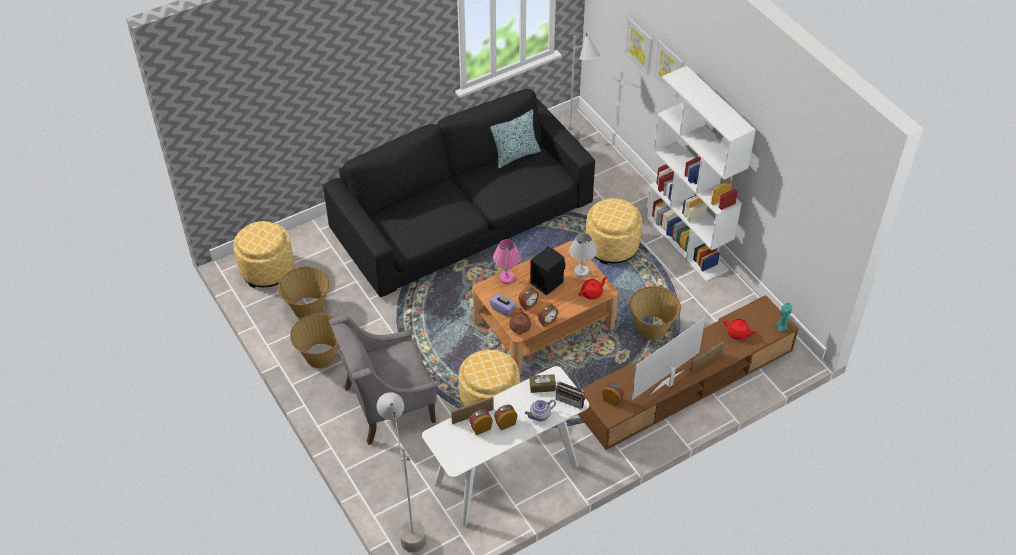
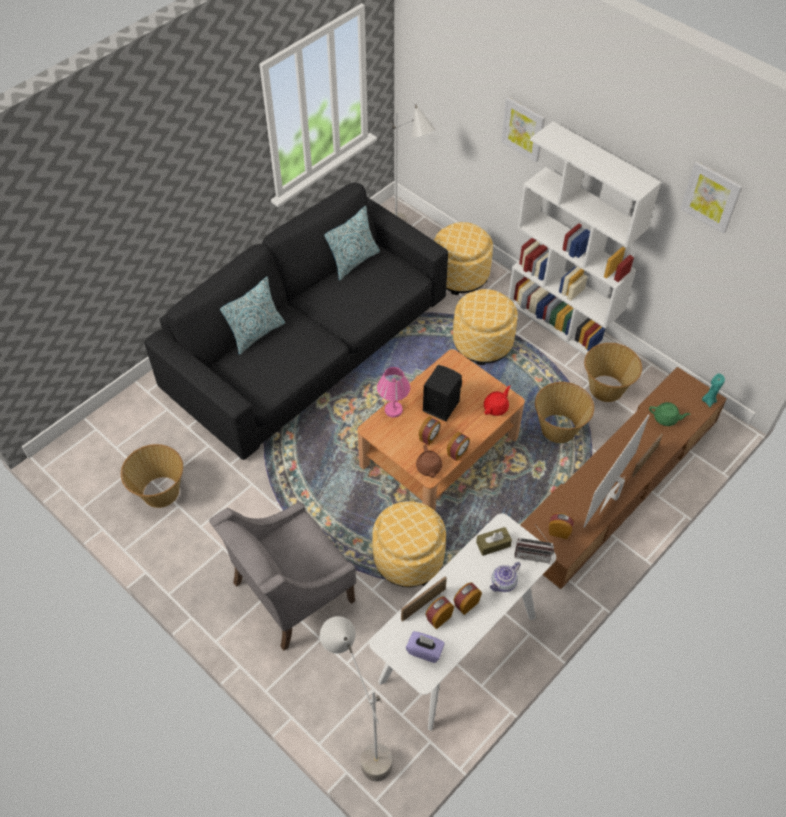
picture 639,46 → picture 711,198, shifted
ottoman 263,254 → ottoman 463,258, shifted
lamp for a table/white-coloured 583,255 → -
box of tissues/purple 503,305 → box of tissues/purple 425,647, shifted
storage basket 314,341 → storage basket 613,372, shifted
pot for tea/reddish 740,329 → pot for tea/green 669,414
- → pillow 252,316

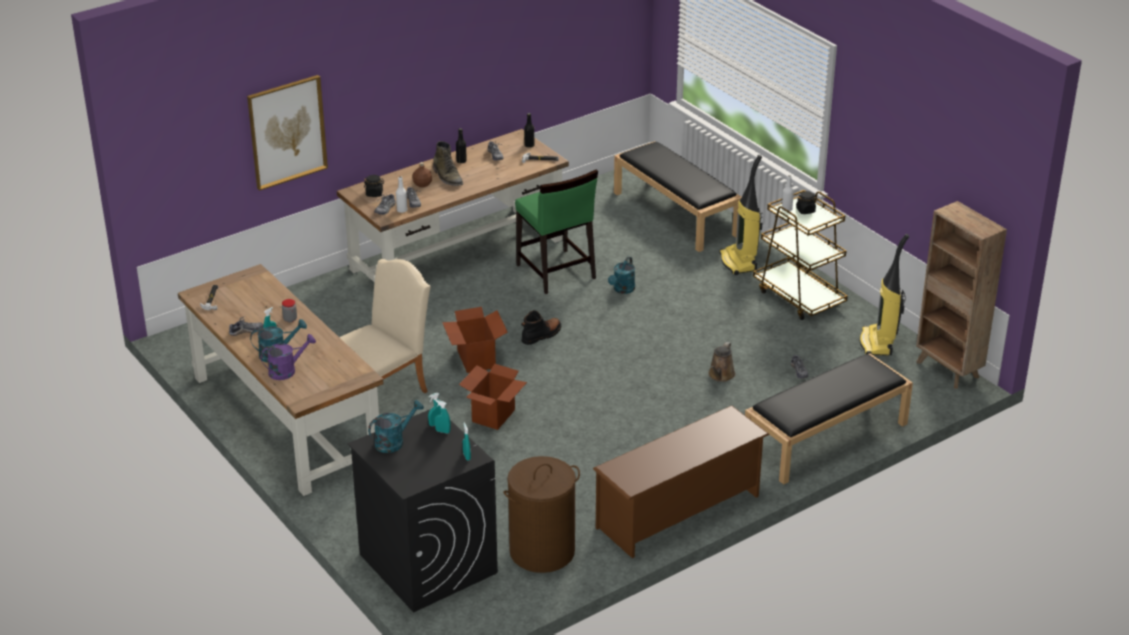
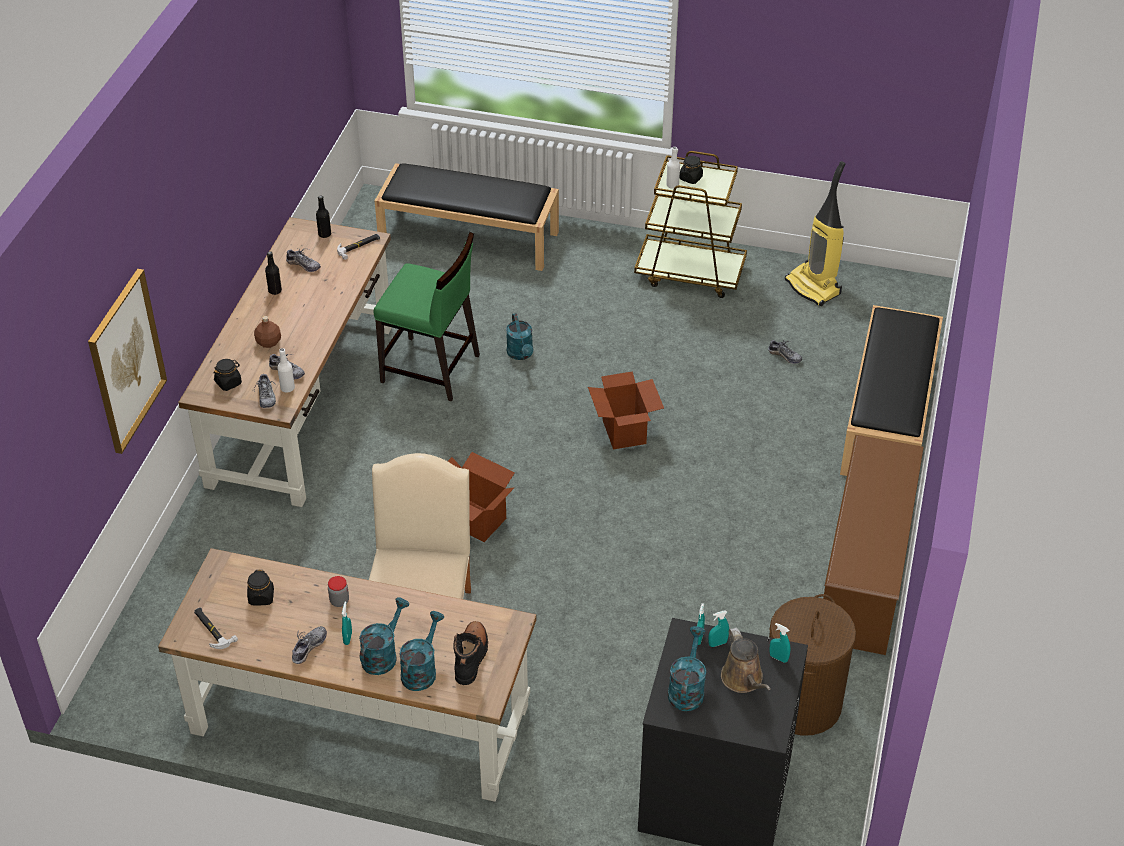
boot/green 448,163 → -
vacuum 741,215 → -
bookcase/brown-coloured 961,295 → -
boot/black 541,327 → boot/black 470,653, shifted
watering can/purple 288,357 → watering can/turquoise 421,651
watering can/brown-coloured 722,362 → watering can/brown-coloured 746,660, shifted
packing box 493,397 → packing box 626,410, shifted
- → preserve jar/black 260,588

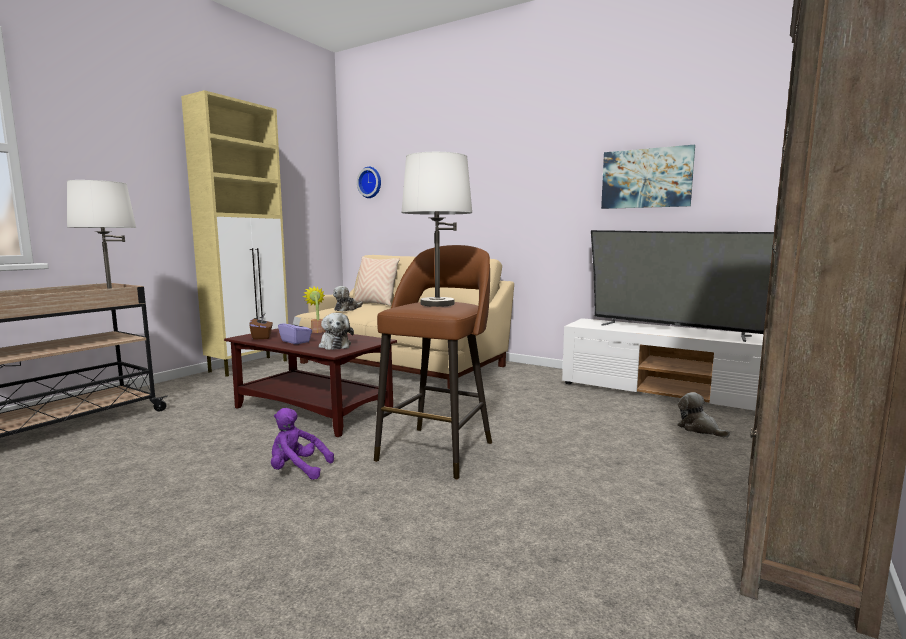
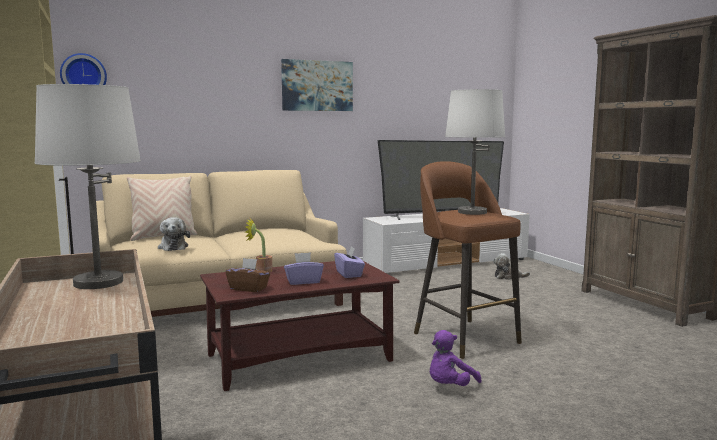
picture 648,177 → picture 317,85, shifted
plush toy 336,331 → box of tissues/purple 349,262

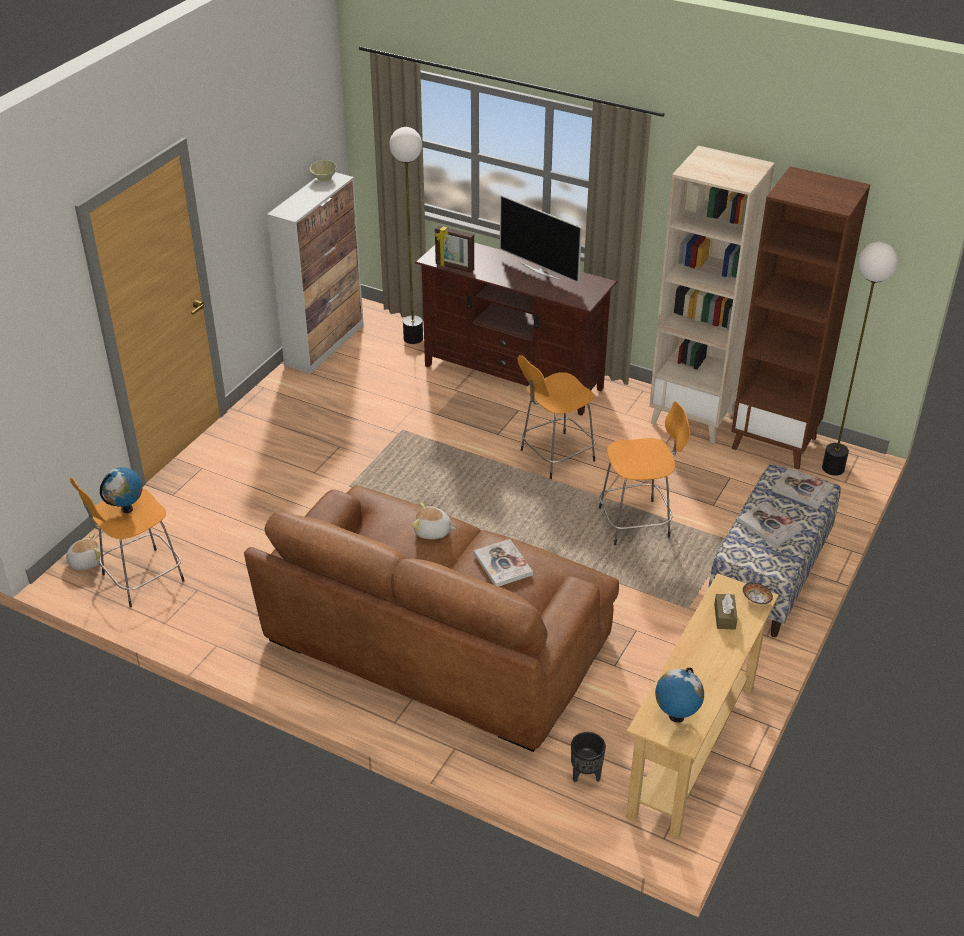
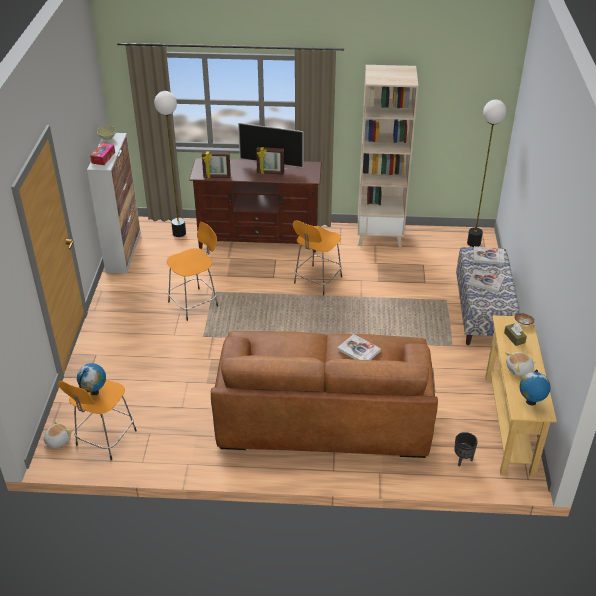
bookcase/brown-coloured 800,317 → -
sitting stool/orange-coloured 644,473 → sitting stool/orange-coloured 192,271, shifted
plush toy 434,521 → plush toy 520,364, shifted
- → box of tissues 102,154
- → picture frame 270,161

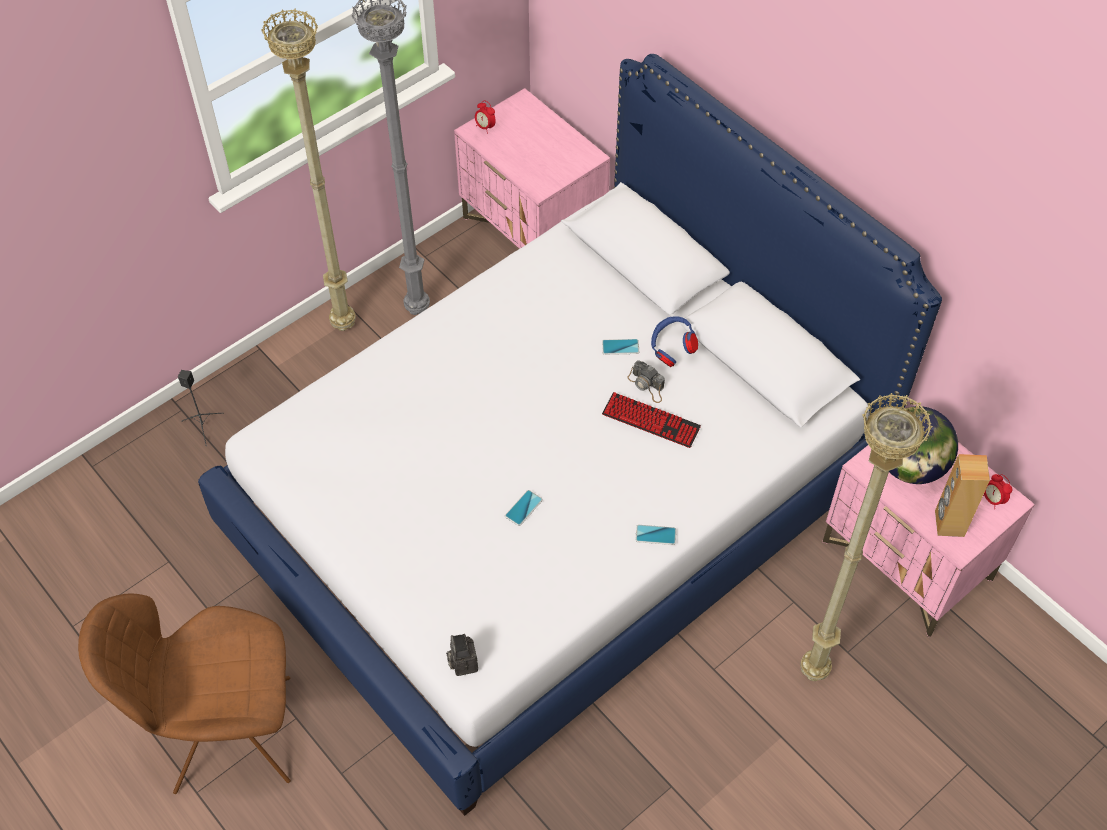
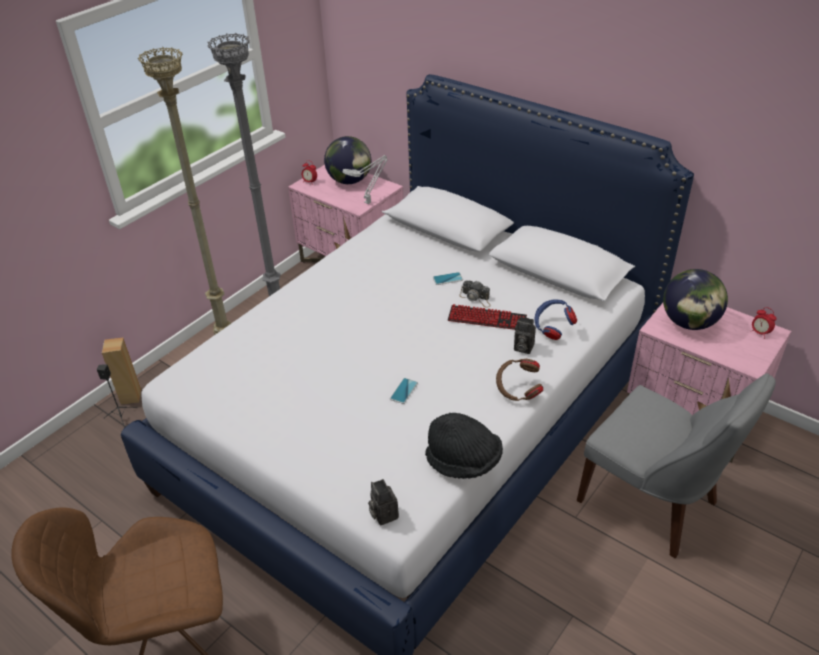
headphones/bluish 674,341 → headphones/bluish 555,319, shifted
floor lamp/beige 866,537 → plain chair/grey 676,465
speaker/brown-coloured 962,495 → speaker/brown-coloured 121,371, shifted
phone 655,535 → headphones/brown-coloured 519,380
- → desk globe 347,160
- → lamp for a table/grey 365,179
- → photo camera 525,335
- → clothing hat/black 464,445

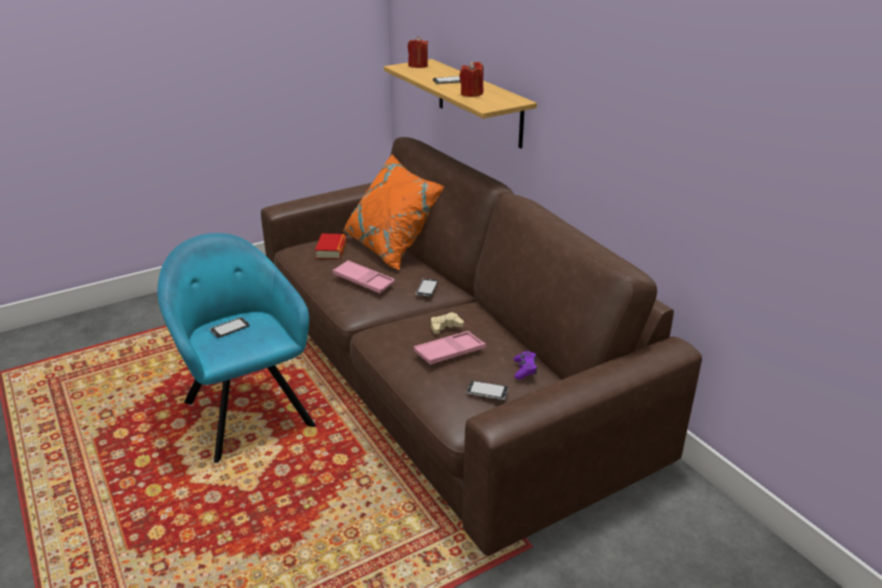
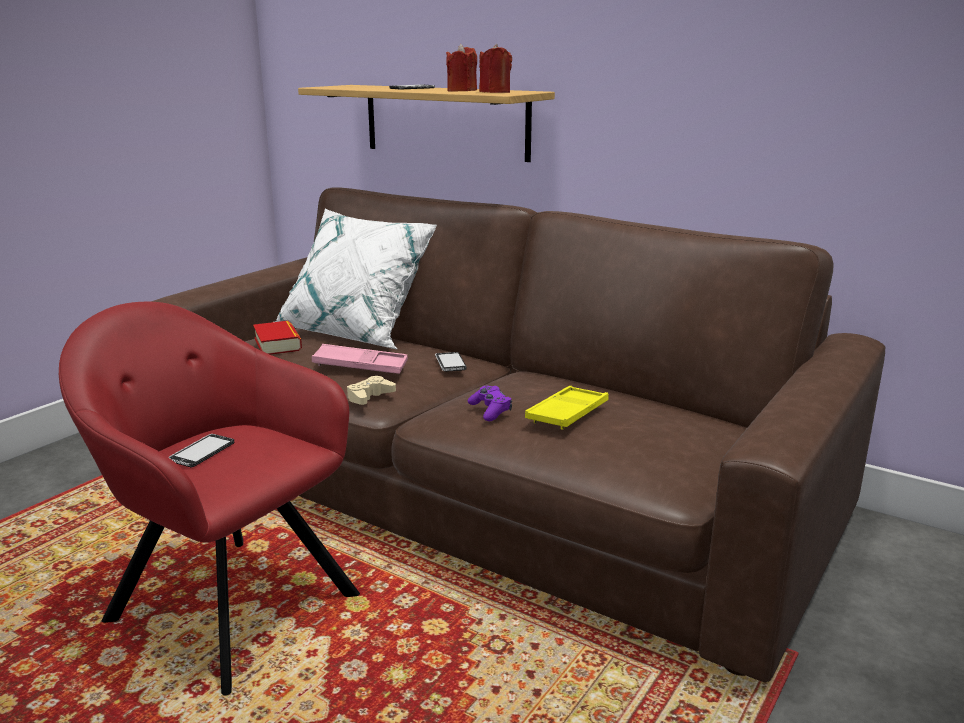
candle/reddish 418,52 → candle/reddish 495,68, shifted
pillow/orange-coloured 393,212 → pillow/white-coloured 356,279
armchair/turquoise 236,348 → armchair/reddish 209,499
joypad/beige 447,323 → joypad/beige 371,390, shifted
tray/pink-coloured 450,348 → tray/yellow-coloured 567,408
joypad/purple 525,365 → joypad/purple 490,403, shifted
phone 487,390 → -

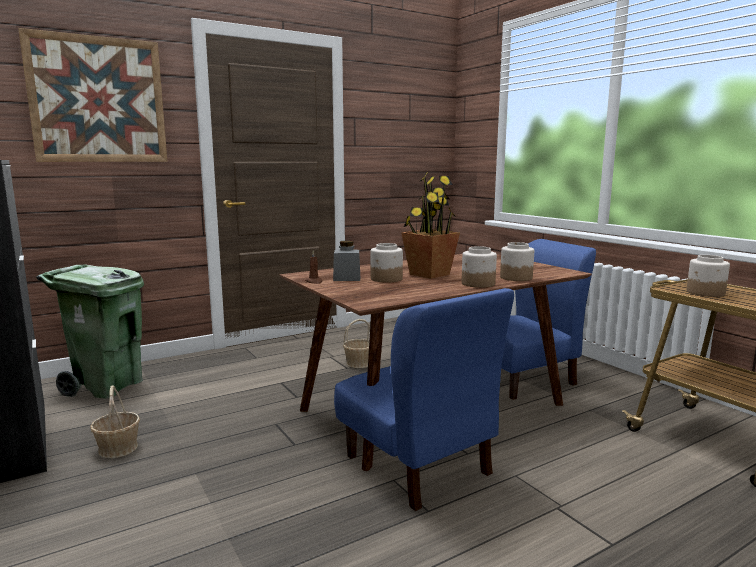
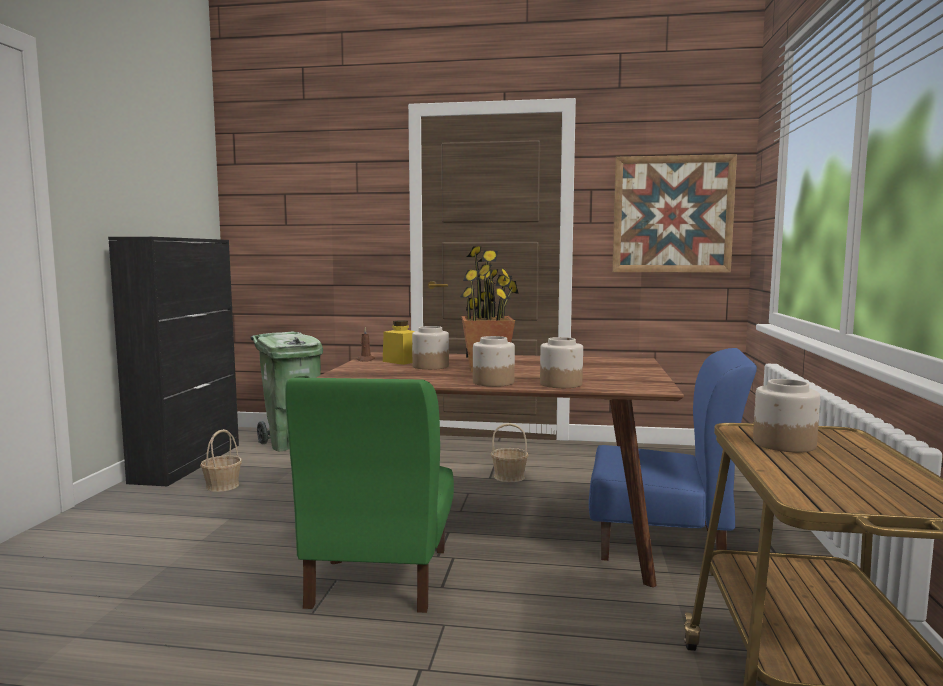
picture 93,95 → picture 674,213, shifted
preserve jar/grey 346,260 → preserve jar/yellow-coloured 399,342
plain chair/bluish 424,399 → plain chair/green 369,495

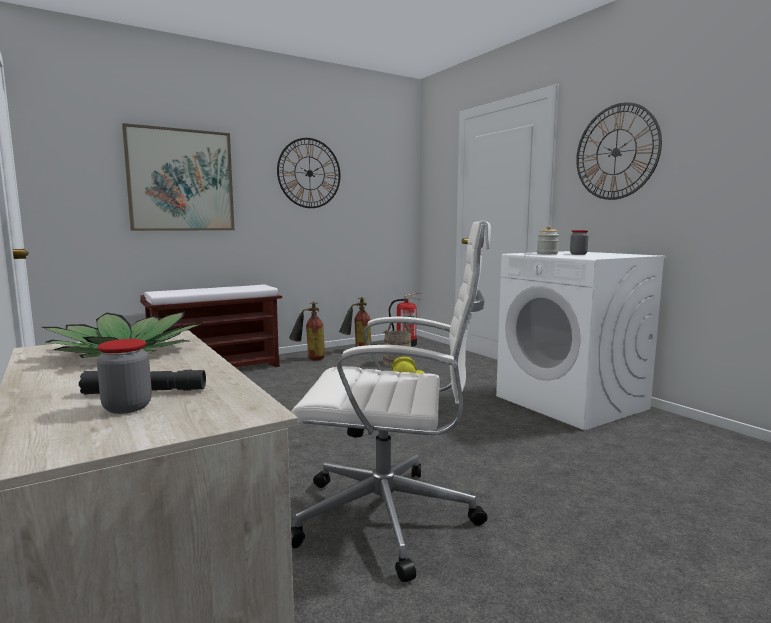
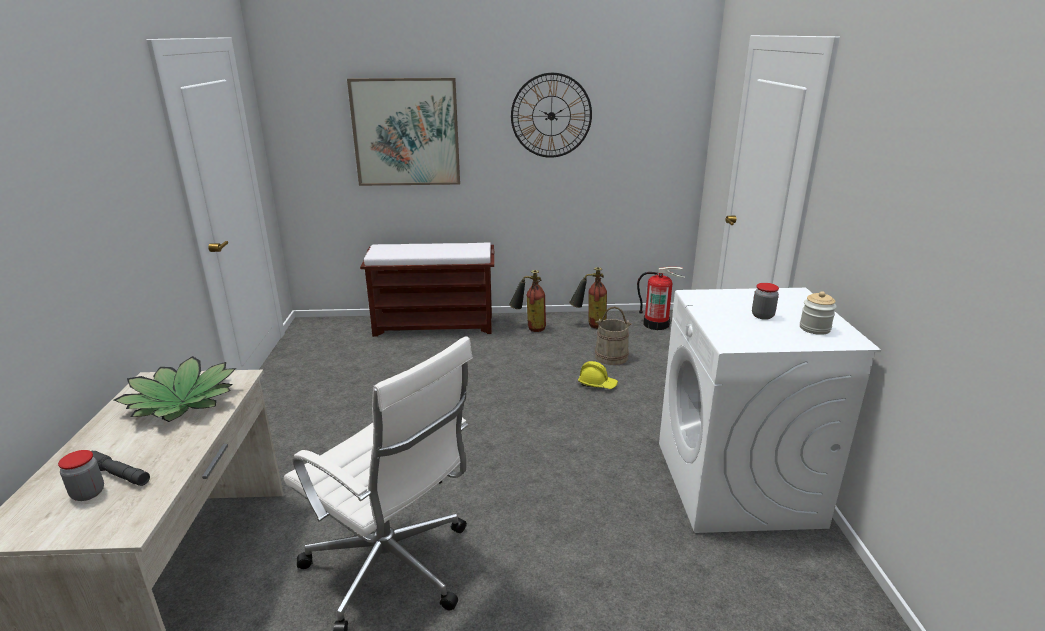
clock on the wall 619,151 → -
preserve jar 548,240 → preserve jar 818,313, shifted

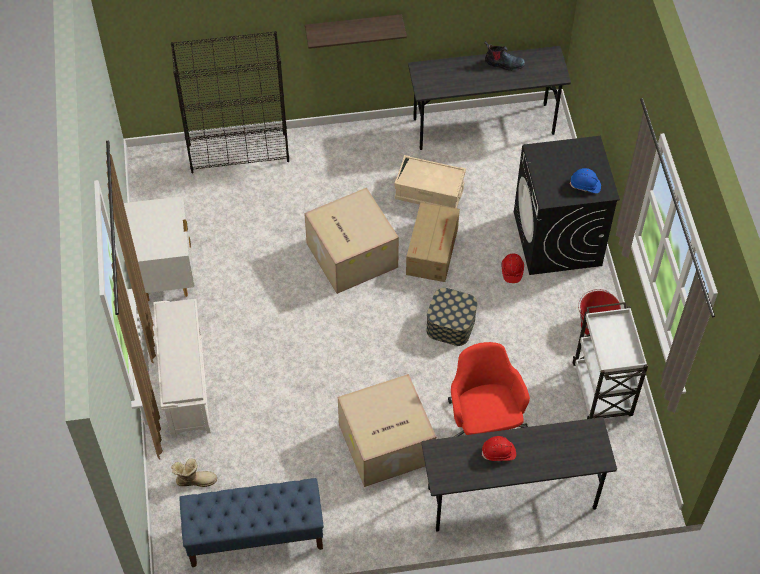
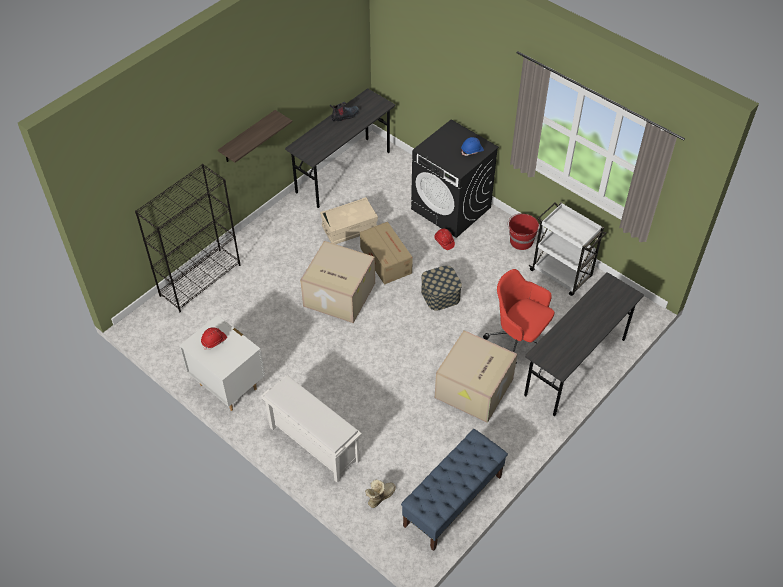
hard hat/reddish 499,448 → hard hat/reddish 214,338, shifted

